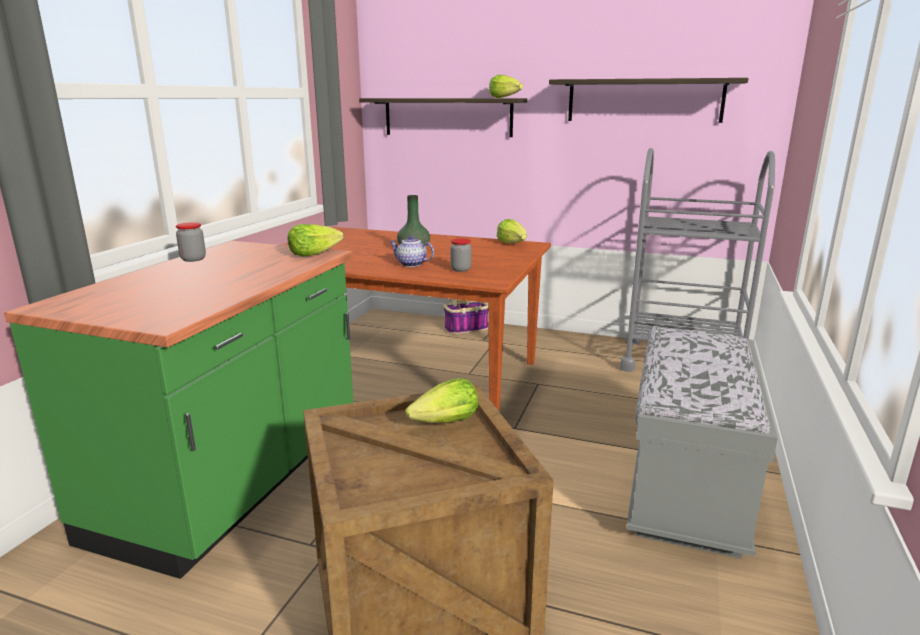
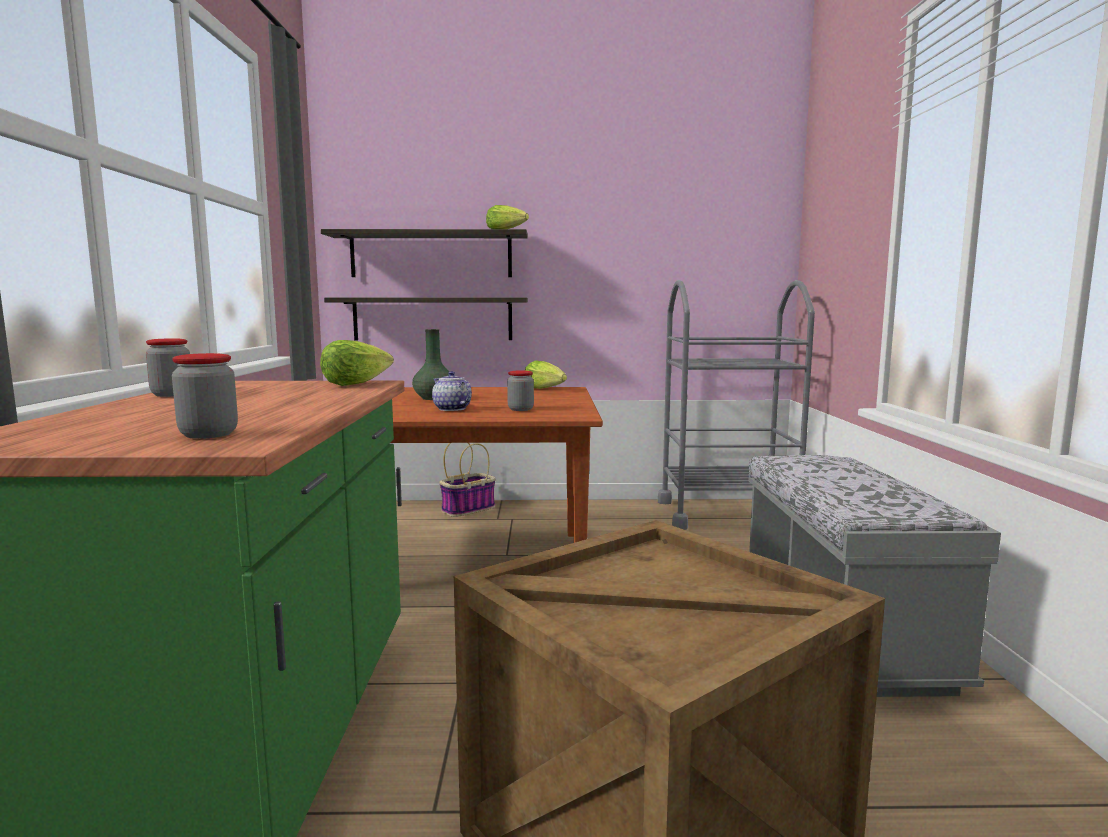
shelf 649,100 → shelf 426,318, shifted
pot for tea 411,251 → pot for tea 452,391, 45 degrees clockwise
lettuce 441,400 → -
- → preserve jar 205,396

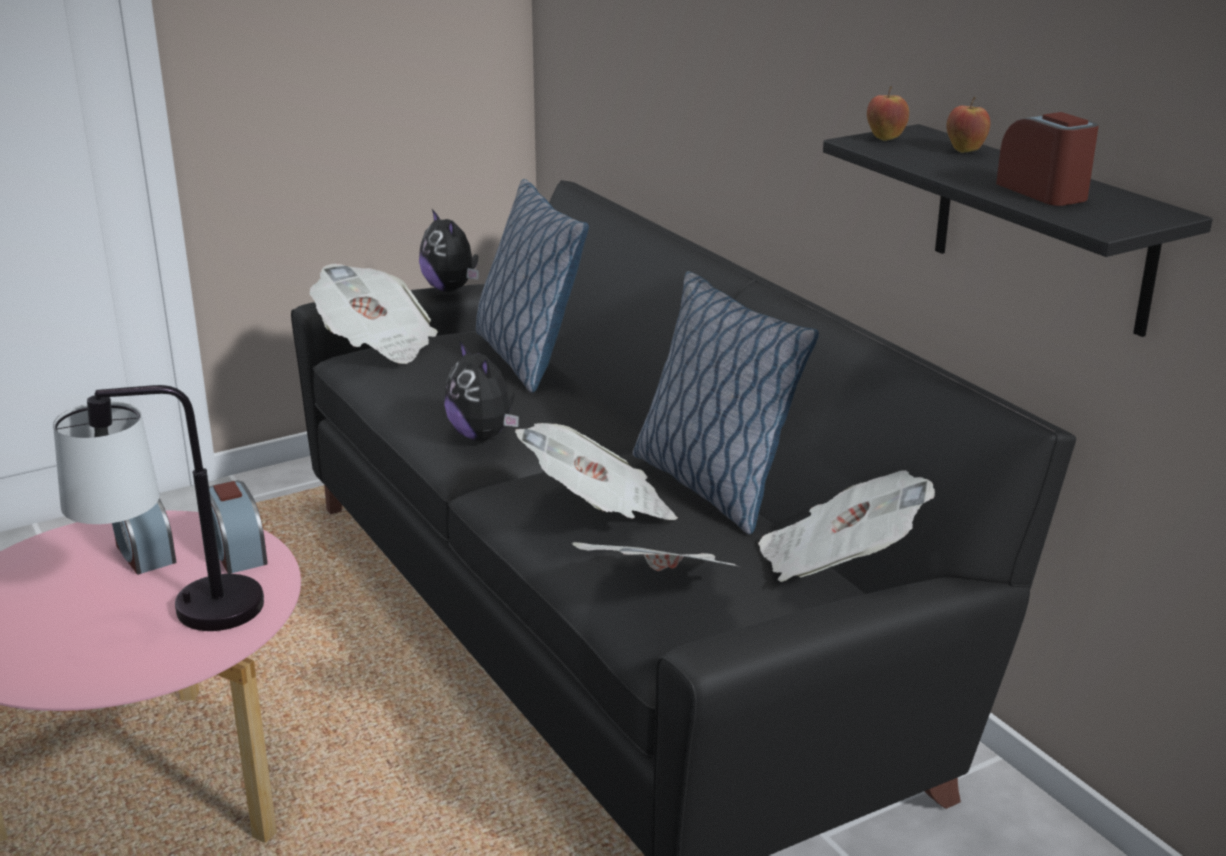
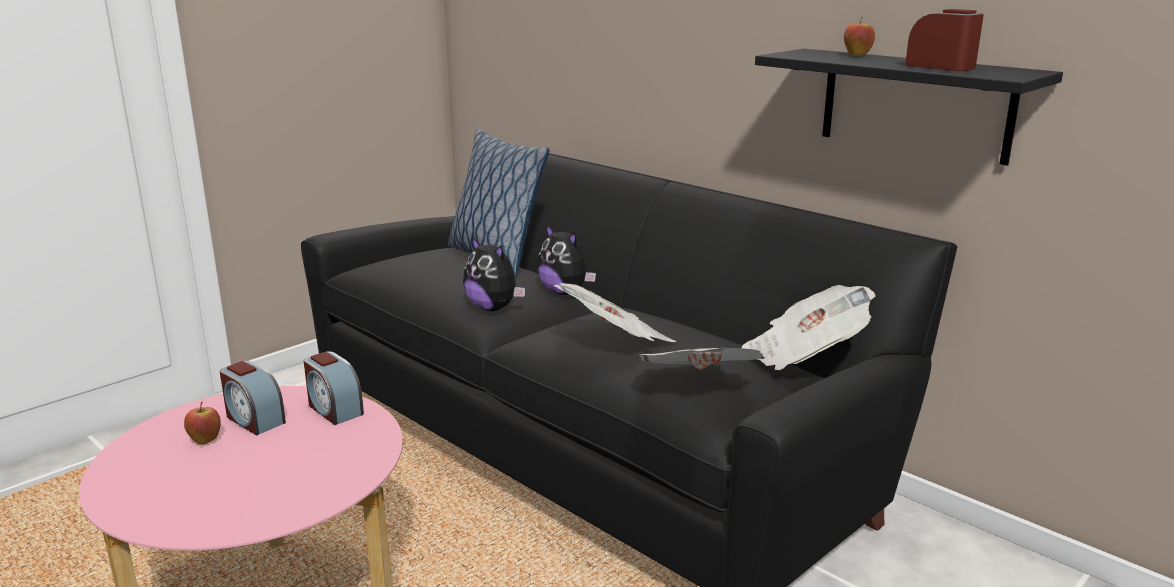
apple fruit 888,113 → apple fruit 202,423, shifted
plush toy 449,250 → plush toy 566,259, shifted
newspaper 374,313 → -
pillow 726,402 → -
lamp for a table 158,508 → -

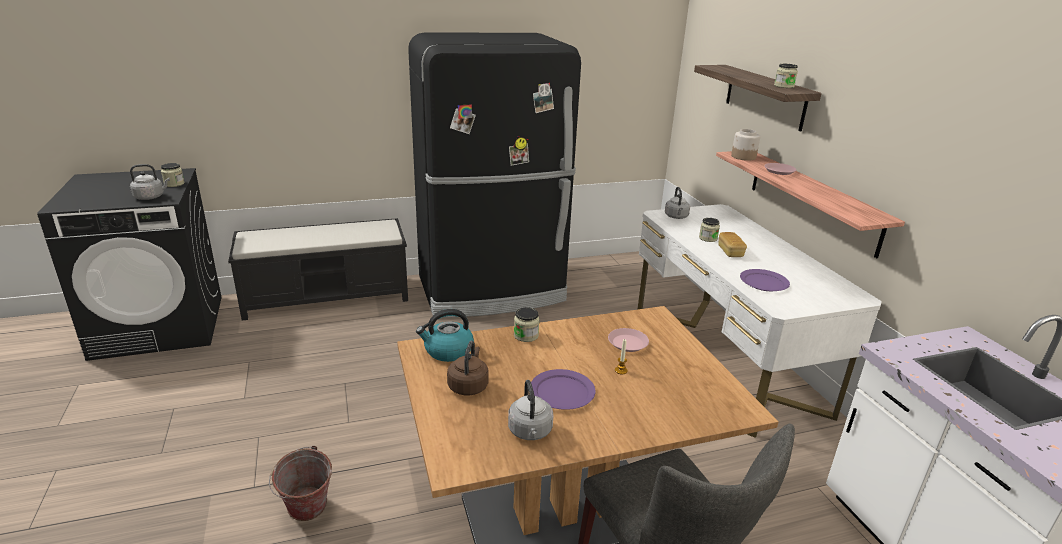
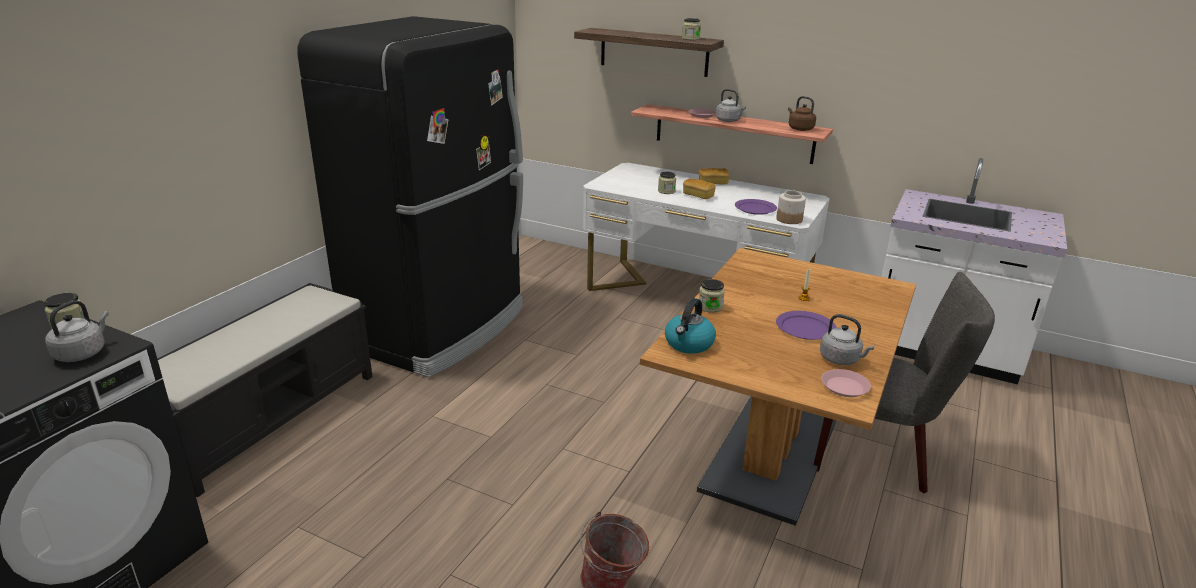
preserve jar 745,145 → preserve jar 791,207, shifted
tea kettle/grey 677,203 → tea kettle/grey 731,105, shifted
plate/pink-coloured 628,340 → plate/pink-coloured 846,383, shifted
tea kettle/brown-coloured 468,368 → tea kettle/brown-coloured 802,113, shifted
- → baked bread 714,176

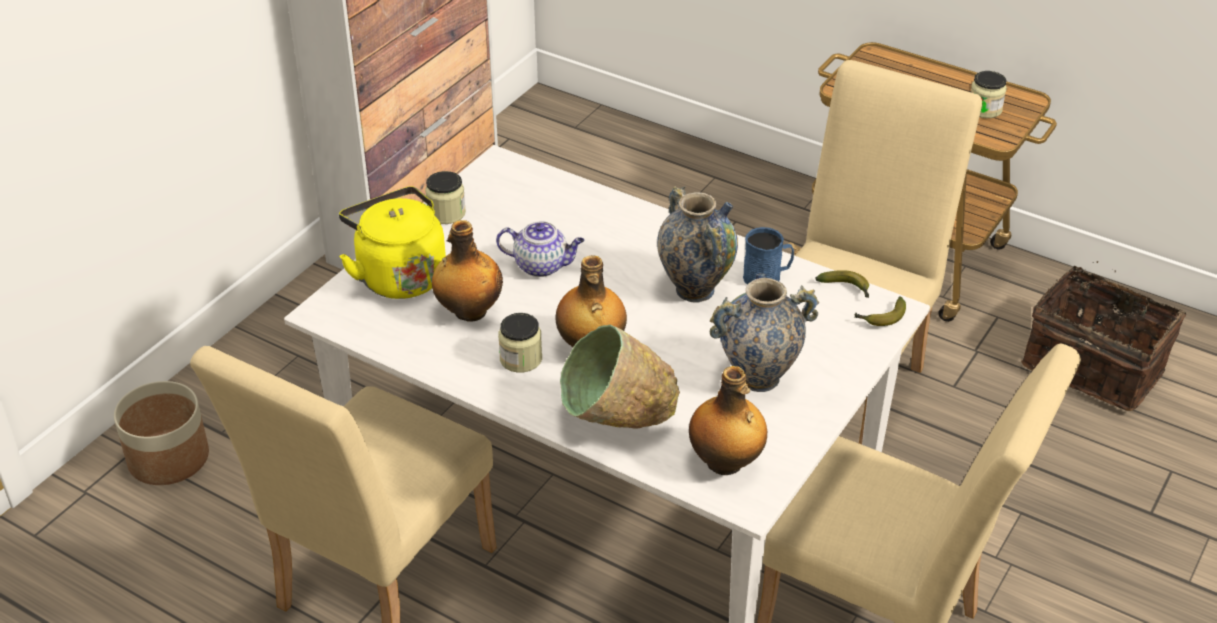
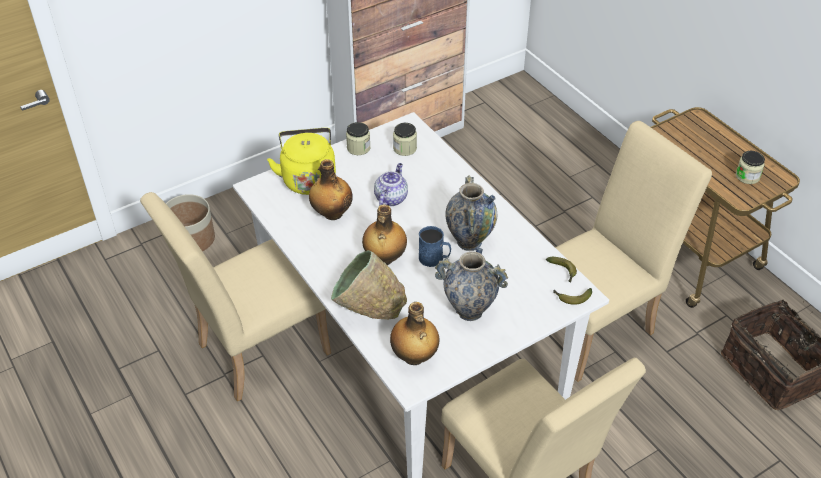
pot for tea 540,249 → pot for tea 391,184, 105 degrees counterclockwise
tea mug/bluish 768,256 → tea mug/bluish 435,246, shifted
preserve jar 520,343 → preserve jar 405,139, shifted

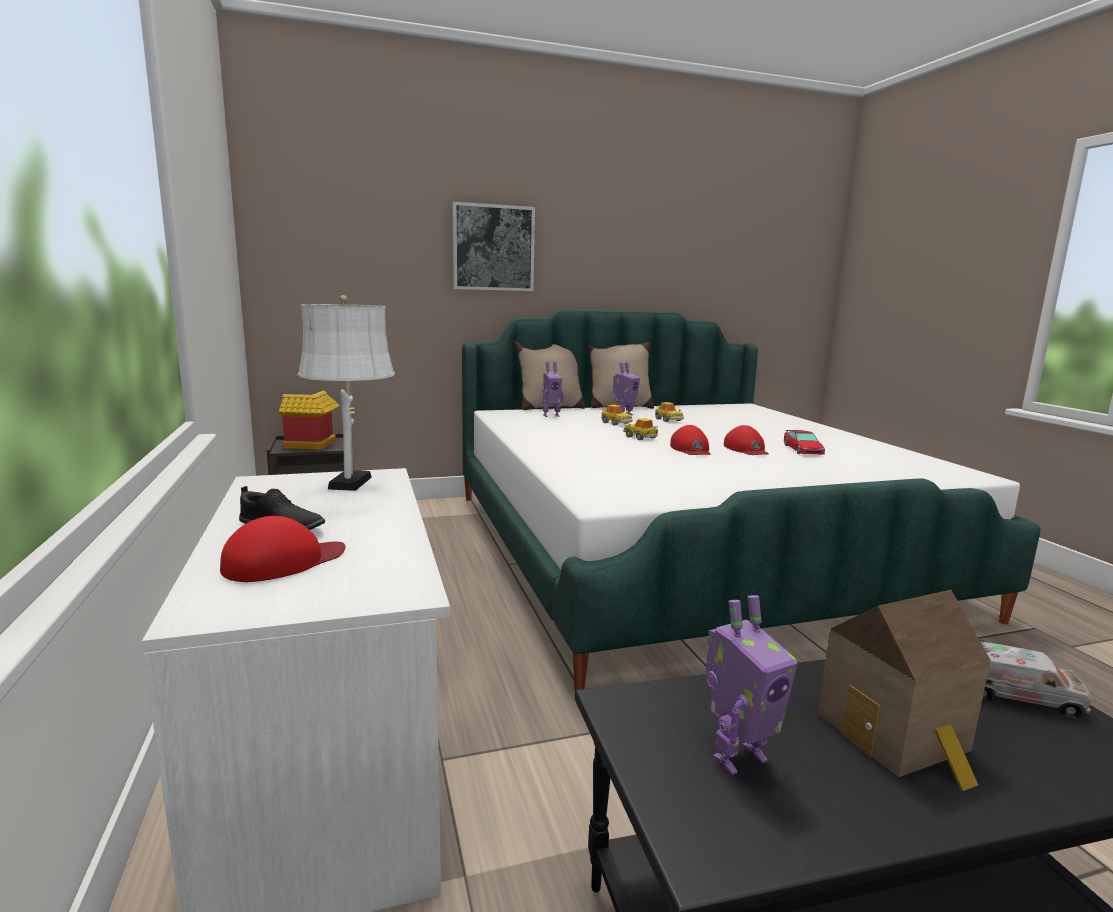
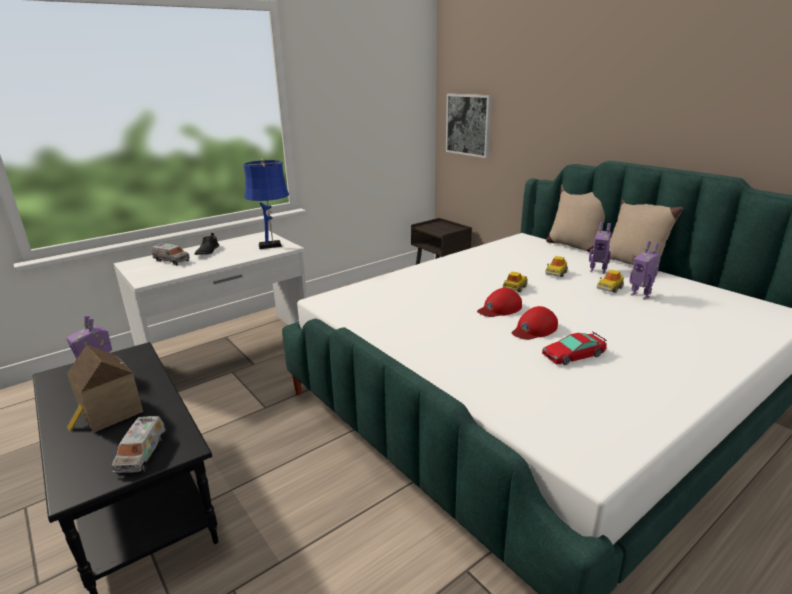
picture 493,246 → picture 469,126, shifted
lamp for a table/white-coloured 346,393 → lamp for a table/bluish 266,203
model robot 552,389 → model robot 644,270, shifted
toy house 309,420 → -
peaked cap/reddish 283,549 → toy truck 171,254

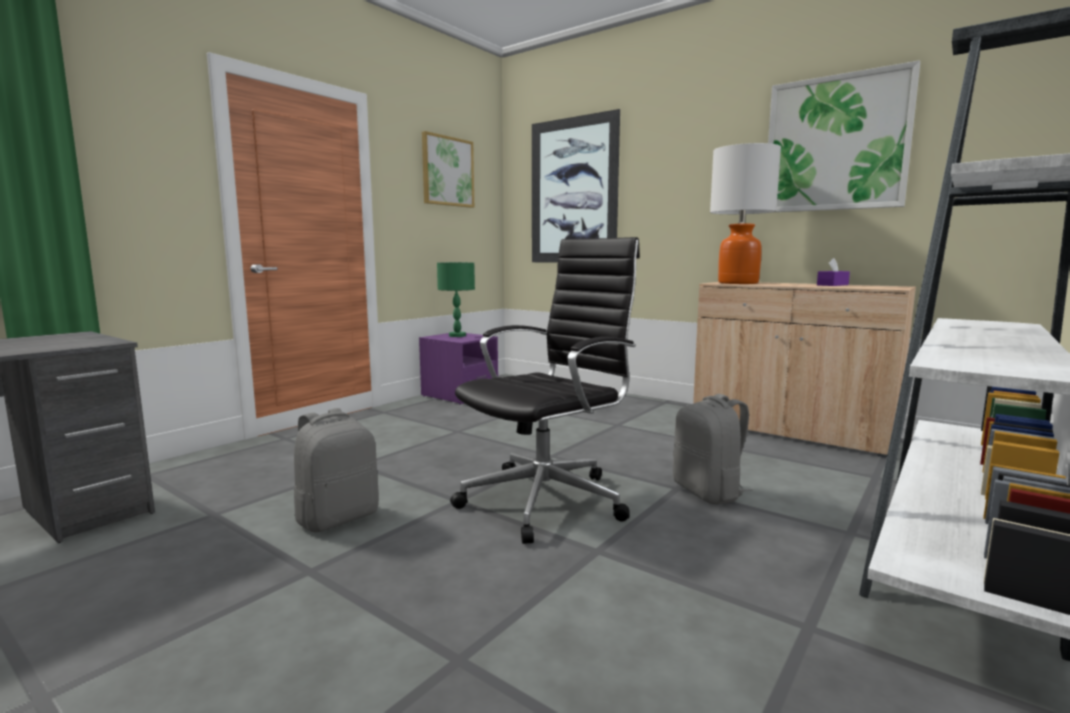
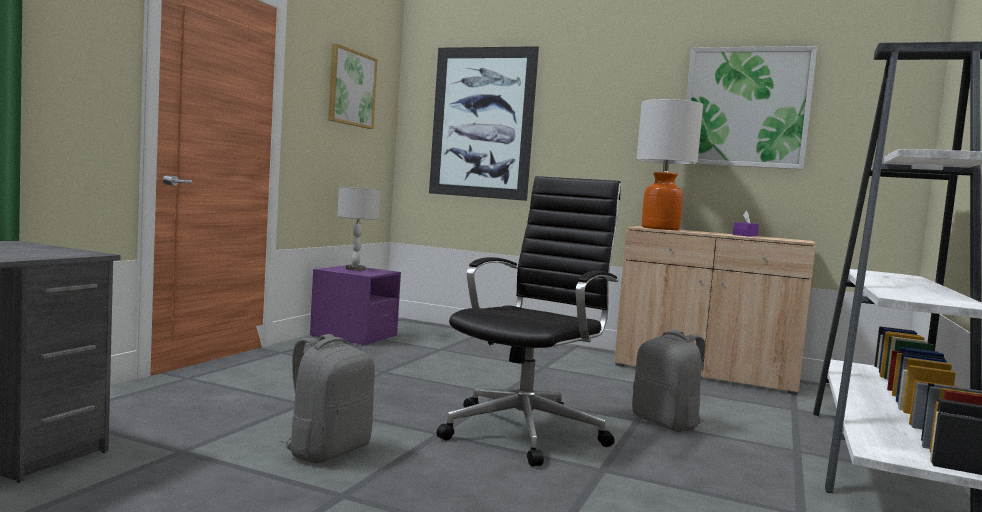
lamp for a table/green 456,299 → lamp for a table/grey 359,229

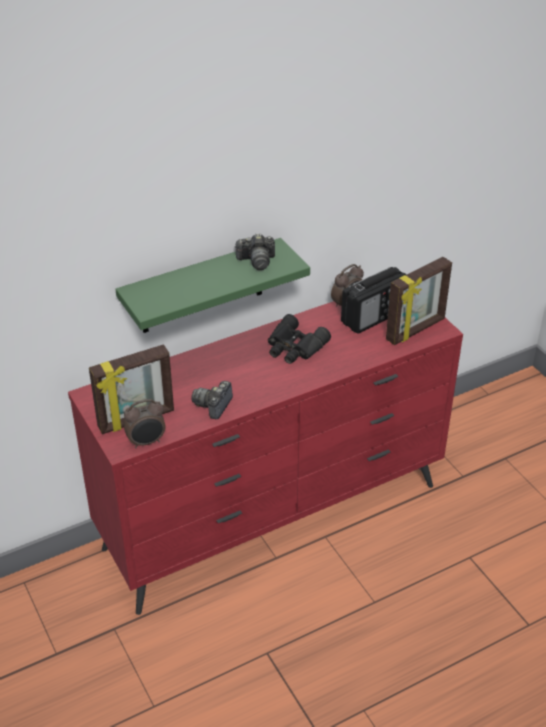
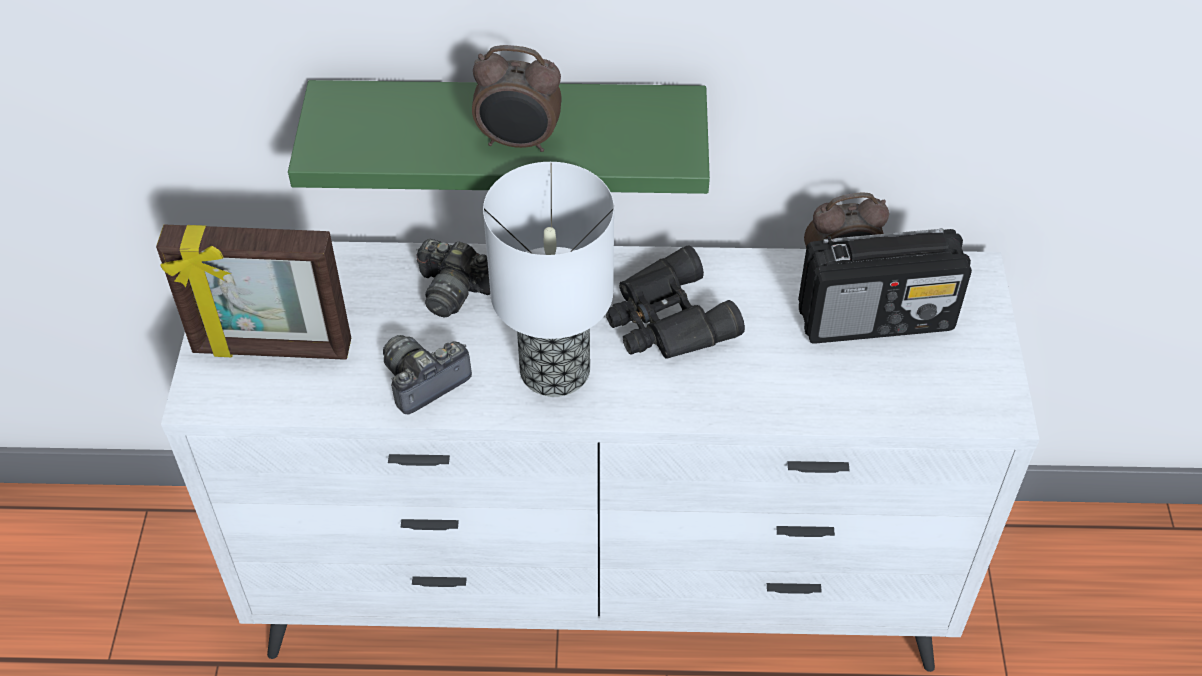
photo camera 254,252 → photo camera 453,278, shifted
picture frame 419,301 → -
drawer chest/reddish 265,458 → drawer chest/white-coloured 600,457
bedside clock 144,424 → bedside clock 517,98, shifted
- → lamp for a table 548,279

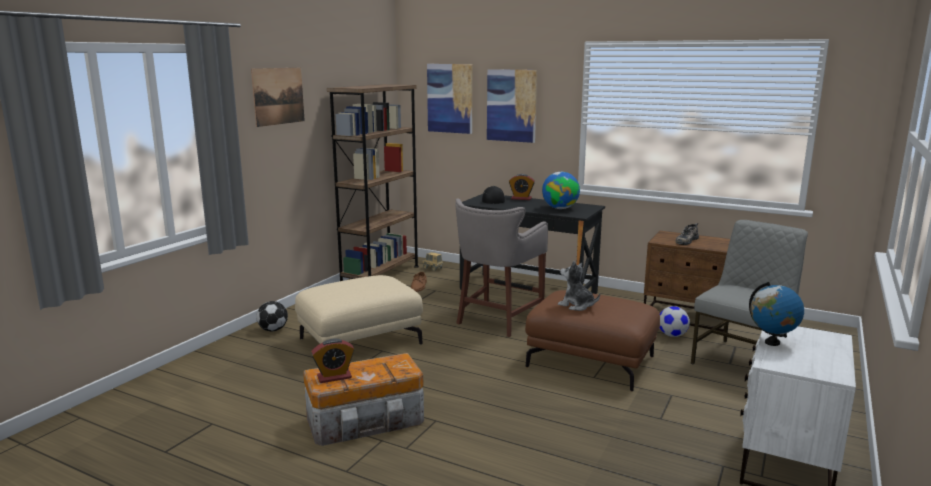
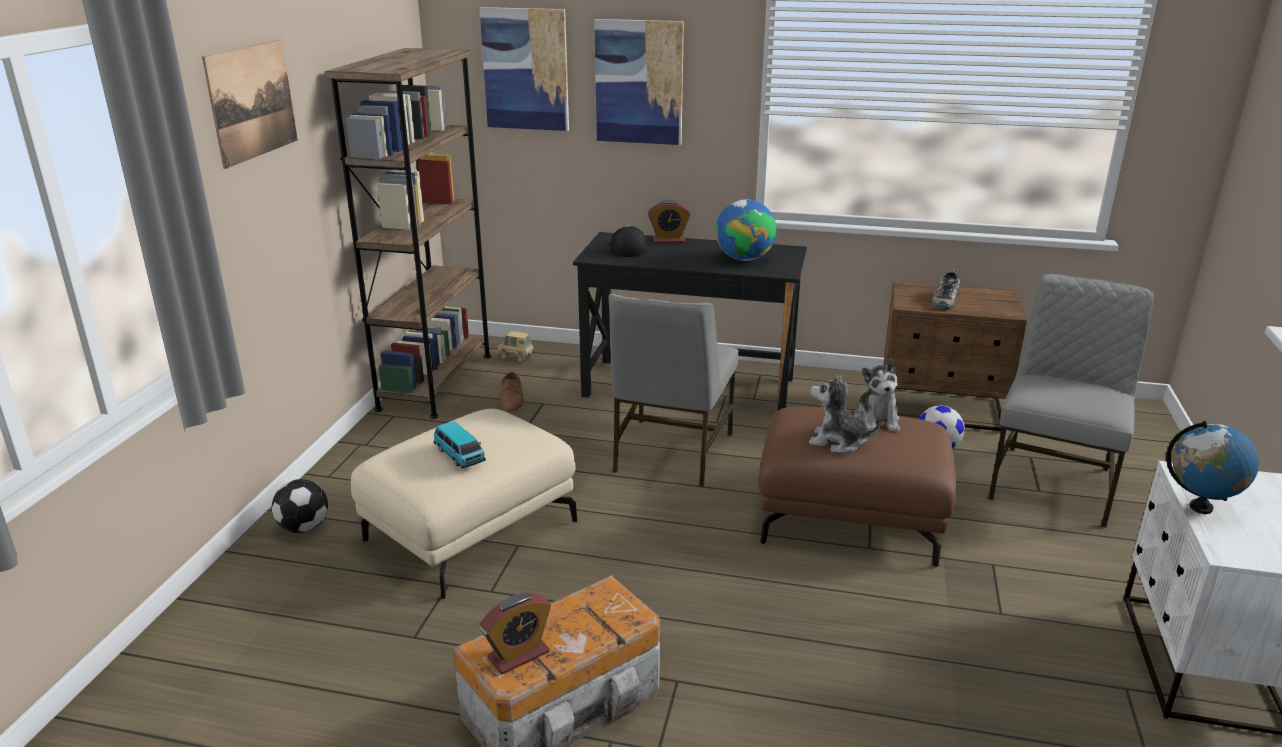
sitting stool/grey 501,267 → plain chair/grey 674,390
- → plush toy 877,395
- → miniature car 460,445

